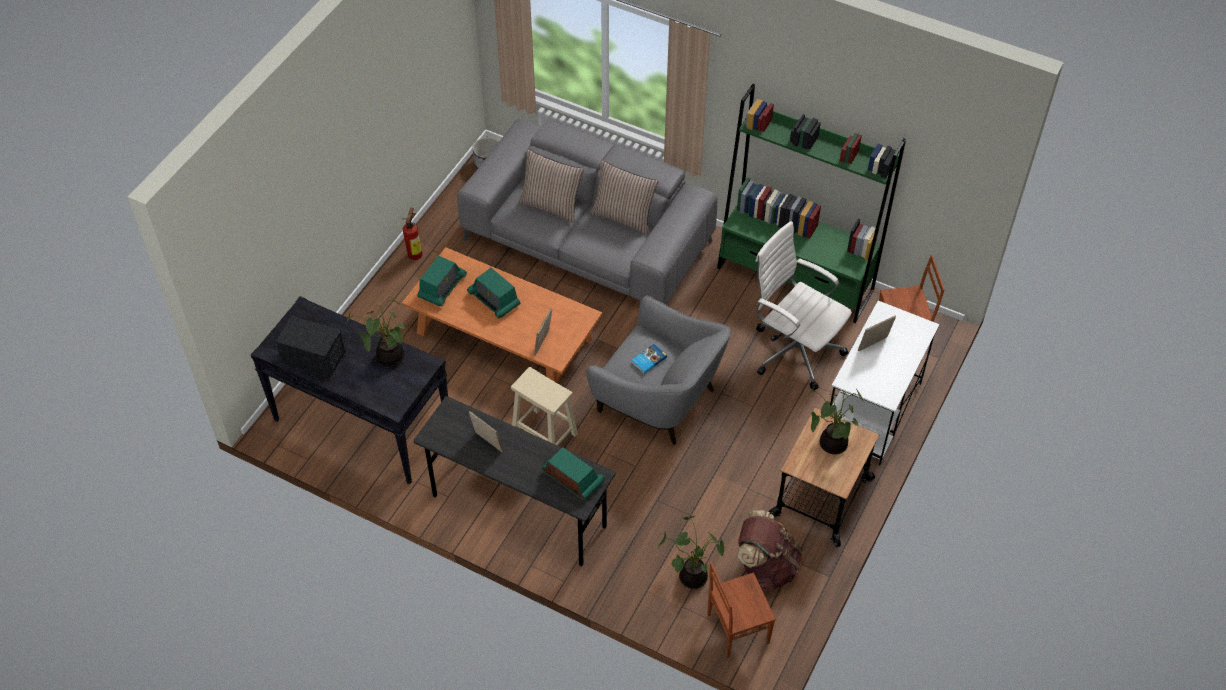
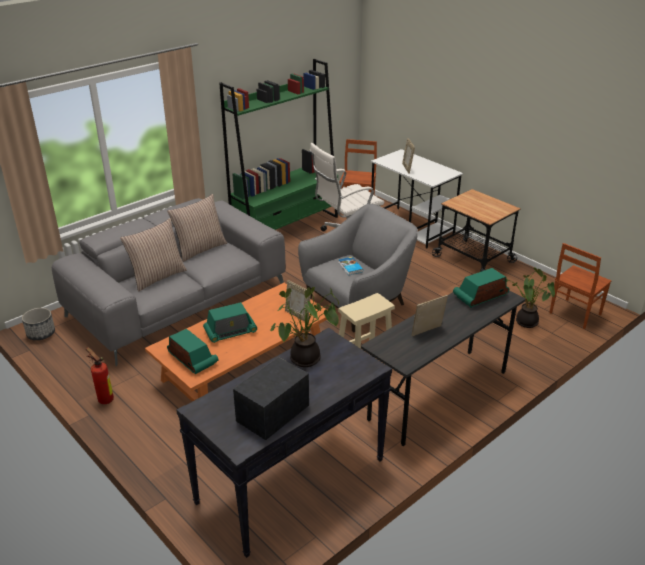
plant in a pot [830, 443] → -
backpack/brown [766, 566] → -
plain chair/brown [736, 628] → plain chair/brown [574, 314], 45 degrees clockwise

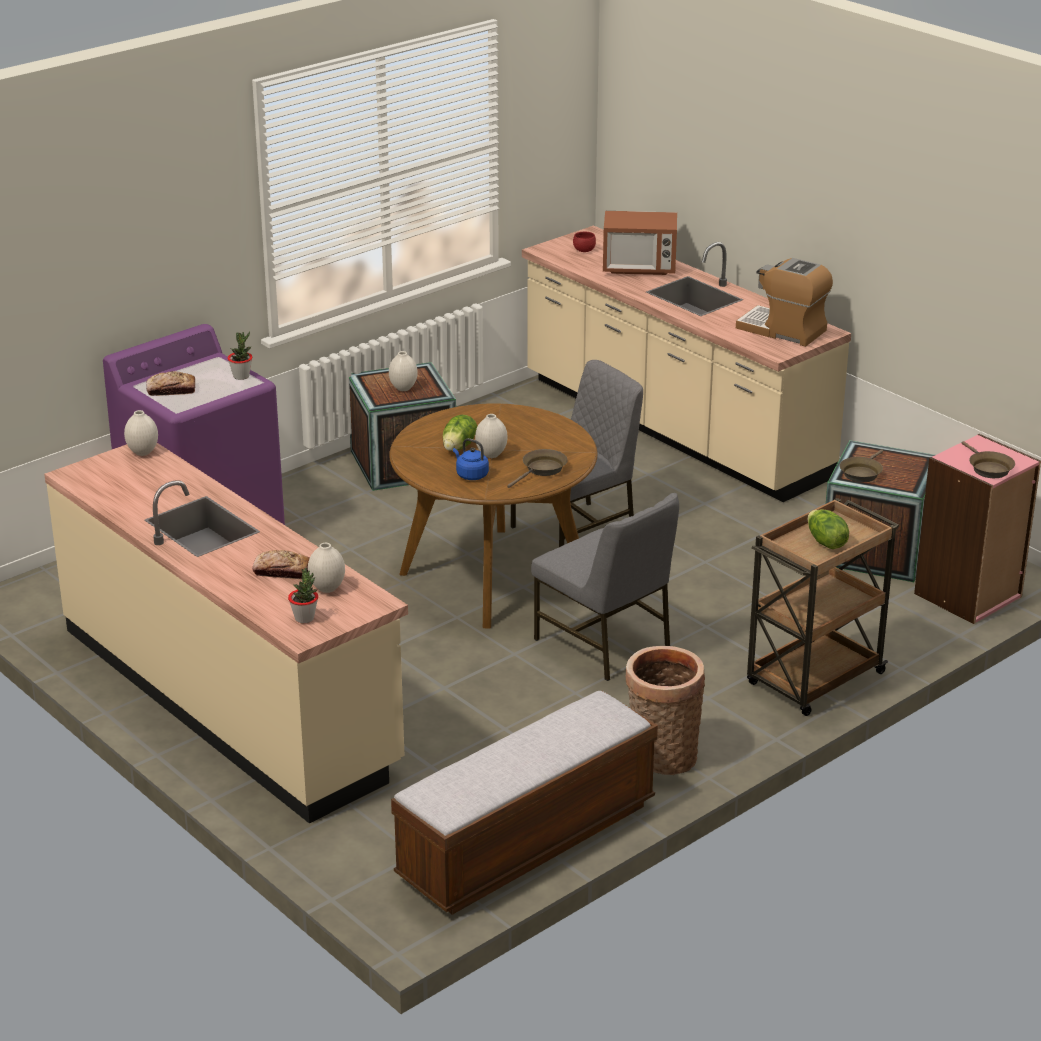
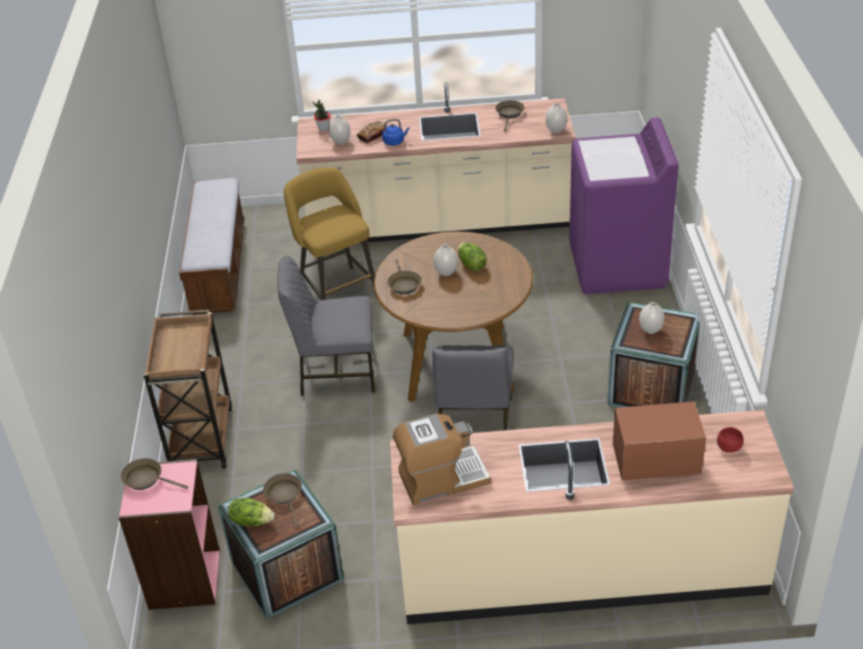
kitchen microwave [639, 268] → kitchen microwave [655, 462], 45 degrees clockwise
plant in a pot [241, 376] → -
bakery bread [171, 390] → -
tea kettle/bluish [470, 475] → tea kettle/bluish [395, 142], move
lettuce [825, 542] → lettuce [251, 521], move
basket [661, 757] → -
- → pan/brown [509, 114]
- → stool/yellowish [336, 289]

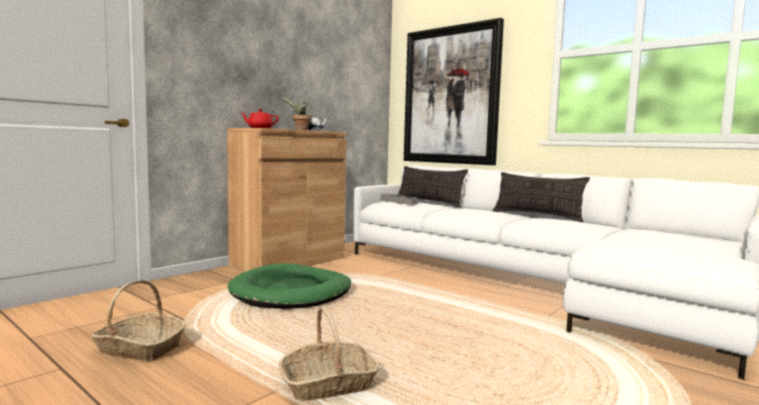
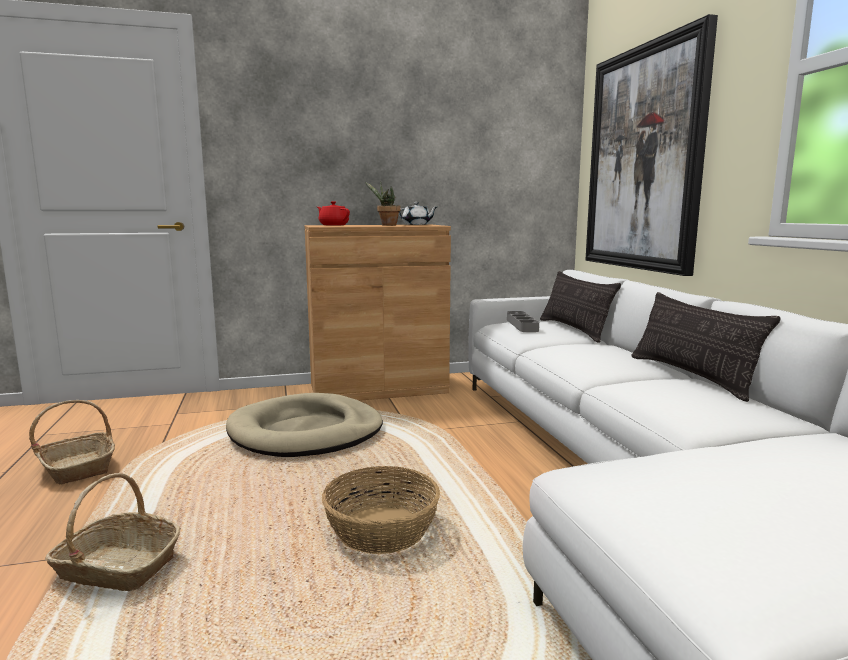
dog cushion/greenish [292, 292] → dog cushion/beige [306, 432]
- → basket [382, 530]

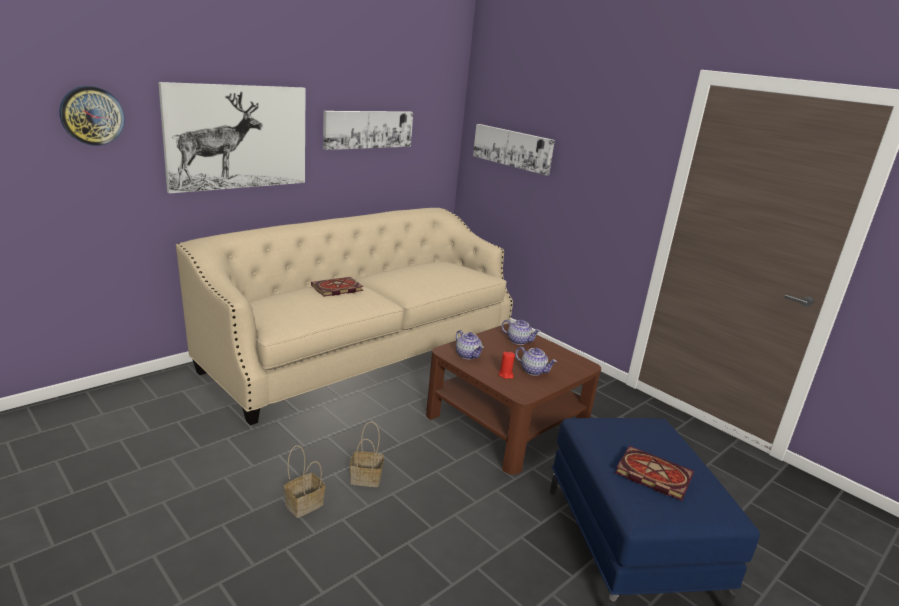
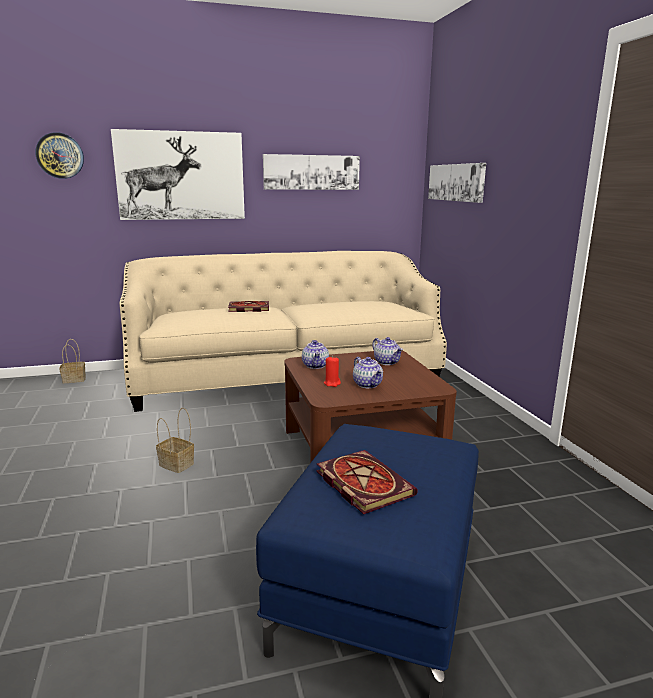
basket [305, 504] → basket [75, 379], move

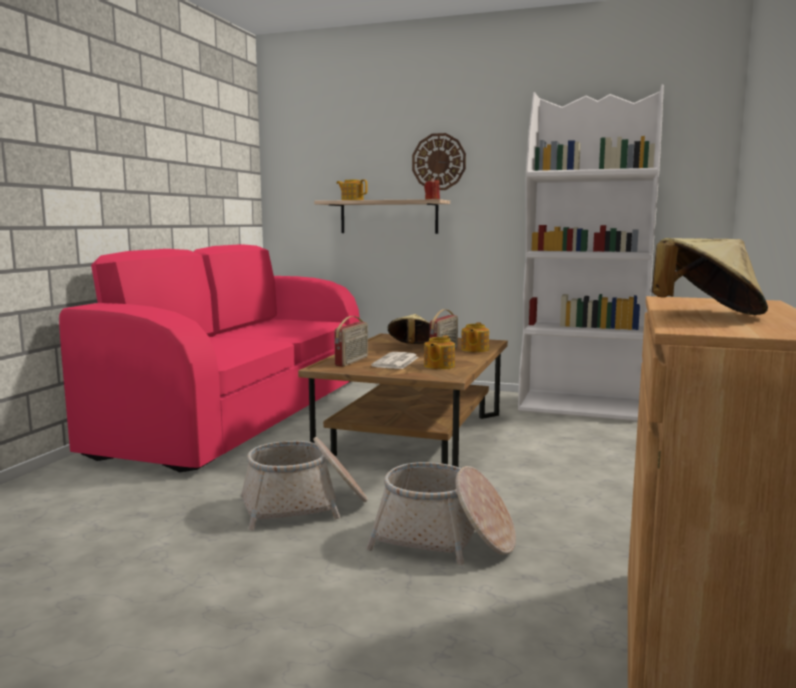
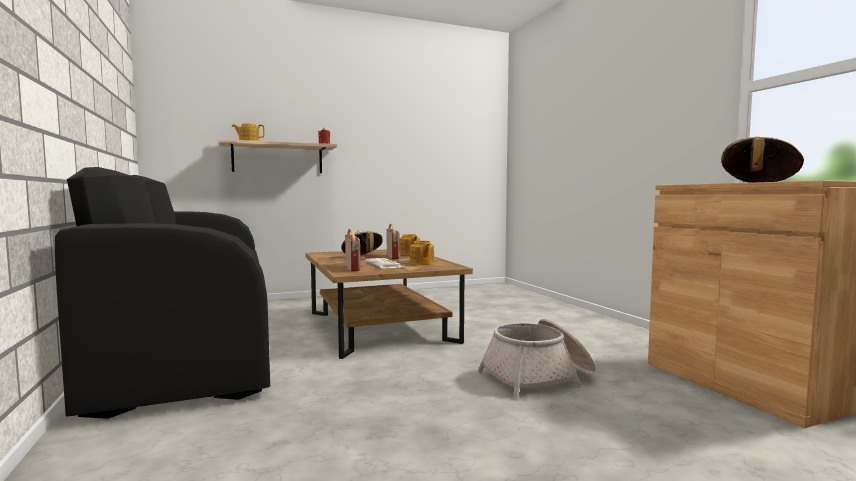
shelving unit/white [581, 407] → -
wall clock [438, 162] → -
settee/pink [244, 412] → settee/black [195, 341]
basket [304, 506] → -

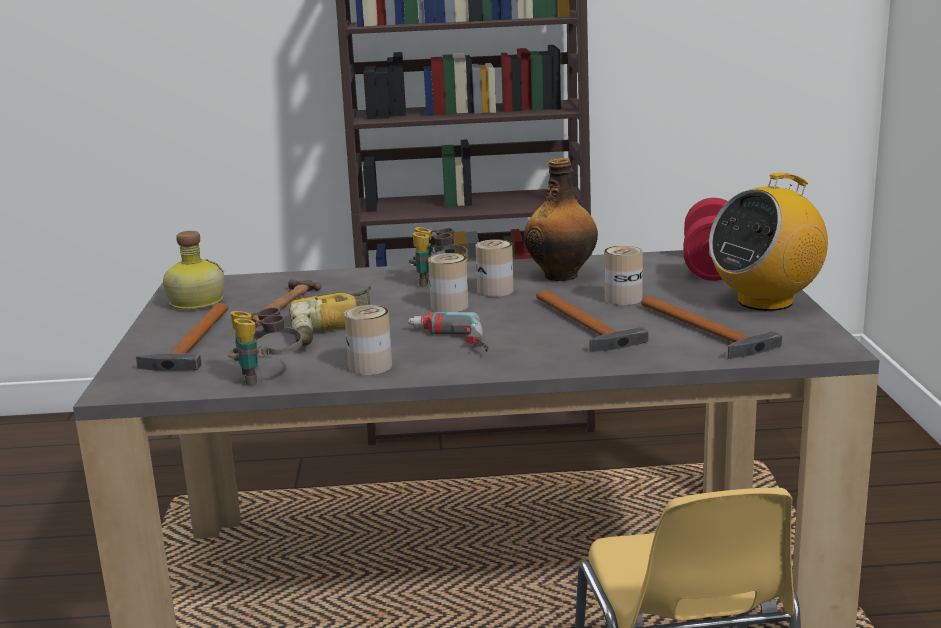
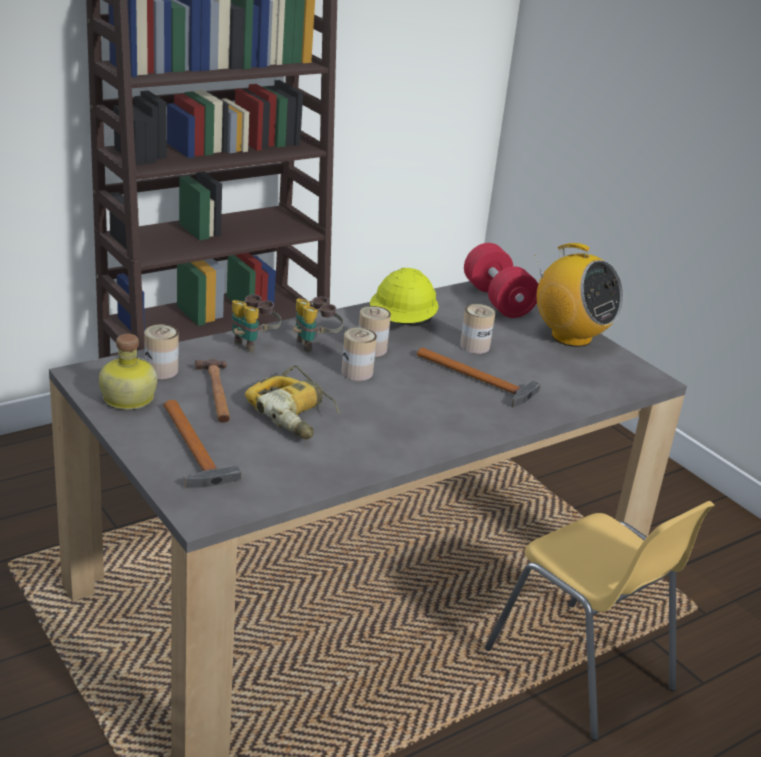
drink bottle [562, 275] → hard hat/yellowish [402, 324]
radio set [765, 301] → radio set [570, 337], 75 degrees counterclockwise
hand hammer [705, 331] → -
can [370, 366] → can [161, 371], move
field glasses [268, 377] → field glasses [253, 343], move
electric drill [447, 342] → -

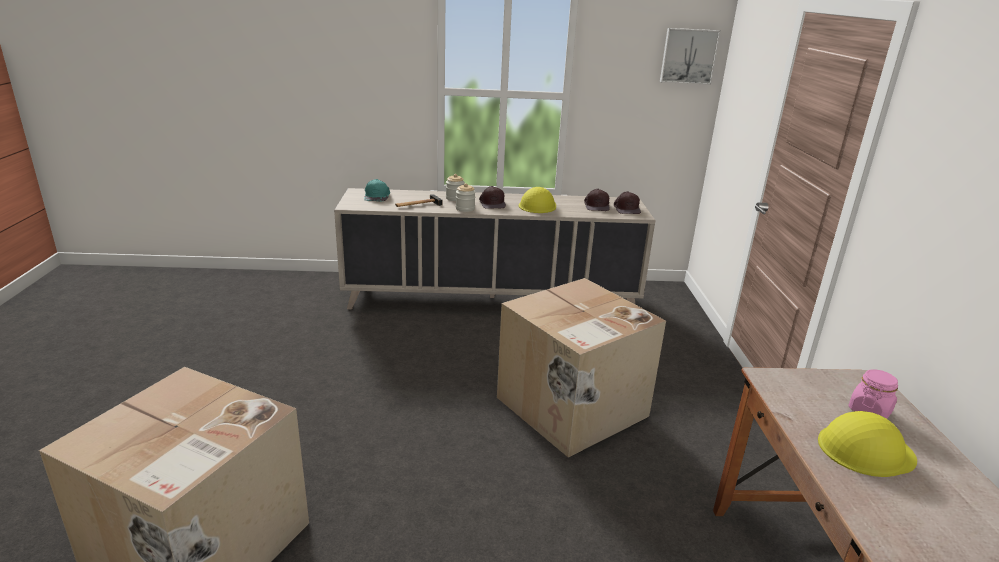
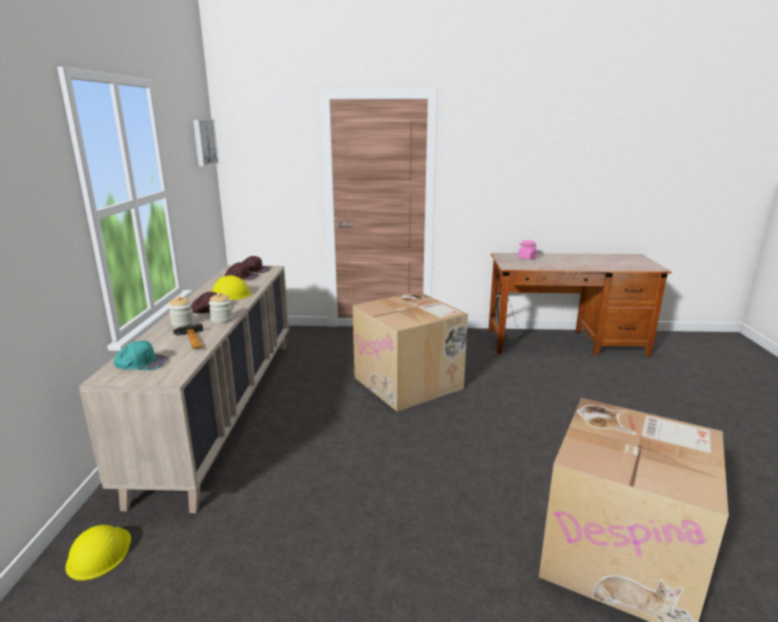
hard hat/yellowish [865, 449] → hard hat/yellowish [99, 553], move

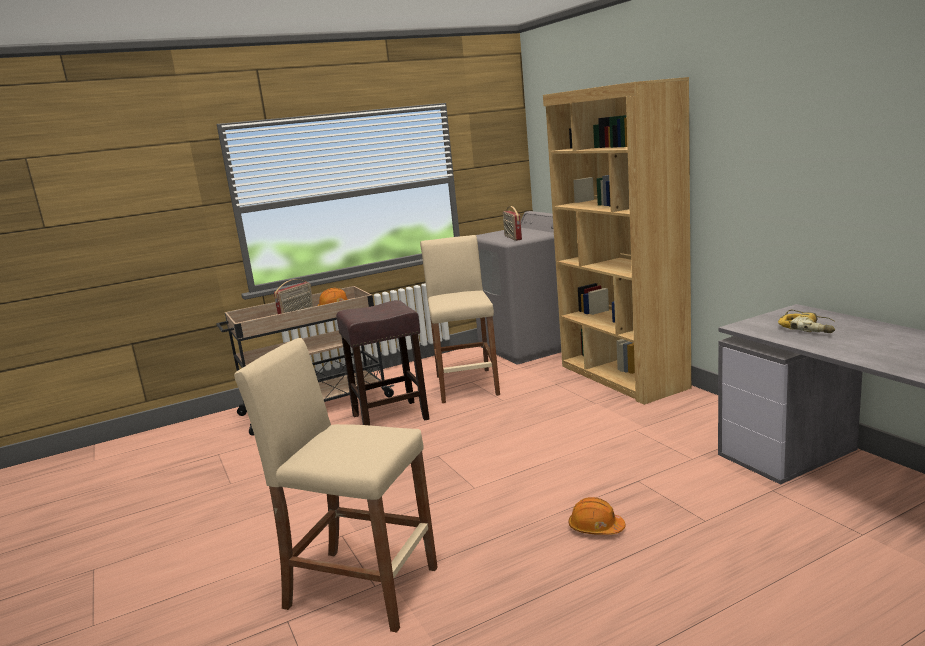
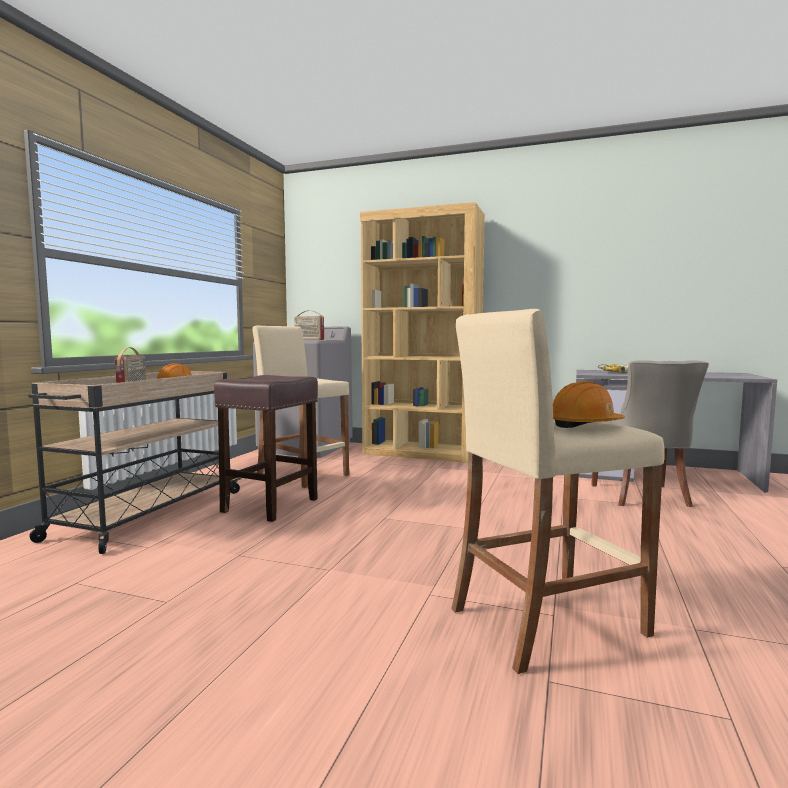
hard hat/orangey [595, 528] → hard hat/orangey [584, 425], move
- → plain chair/grey [641, 496]

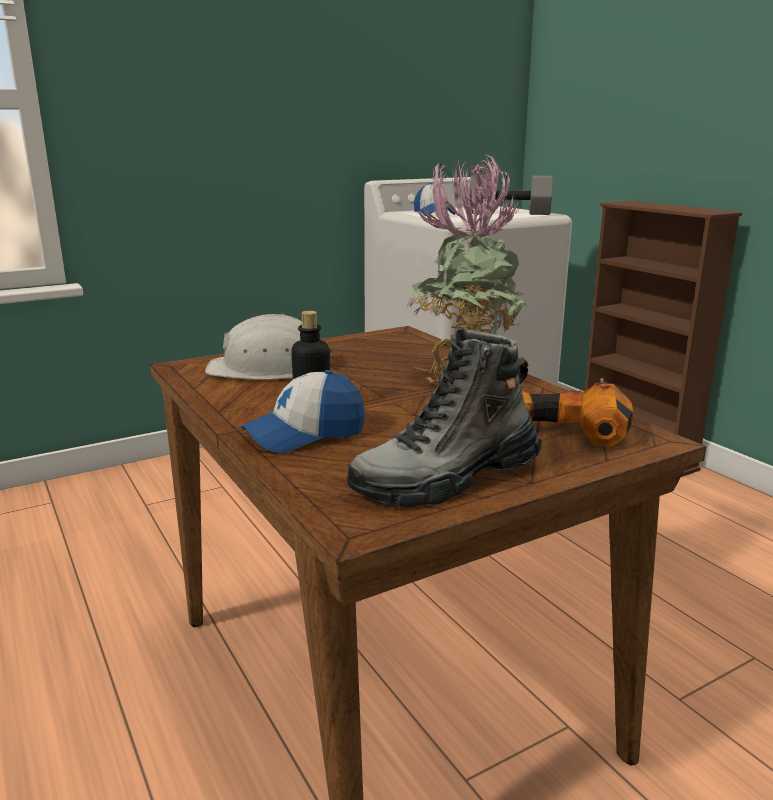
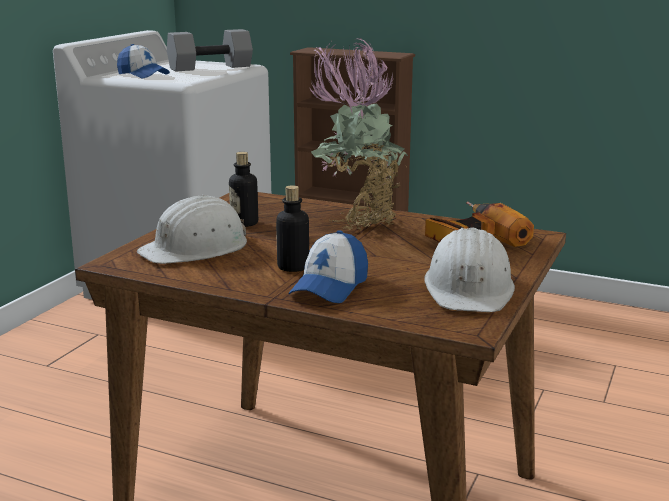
tall boot [447, 478] → hard hat/white [469, 288]
- → drink bottle [244, 223]

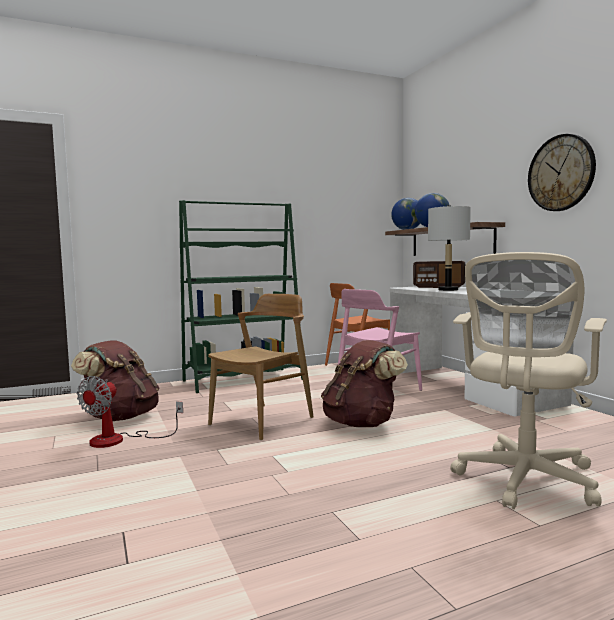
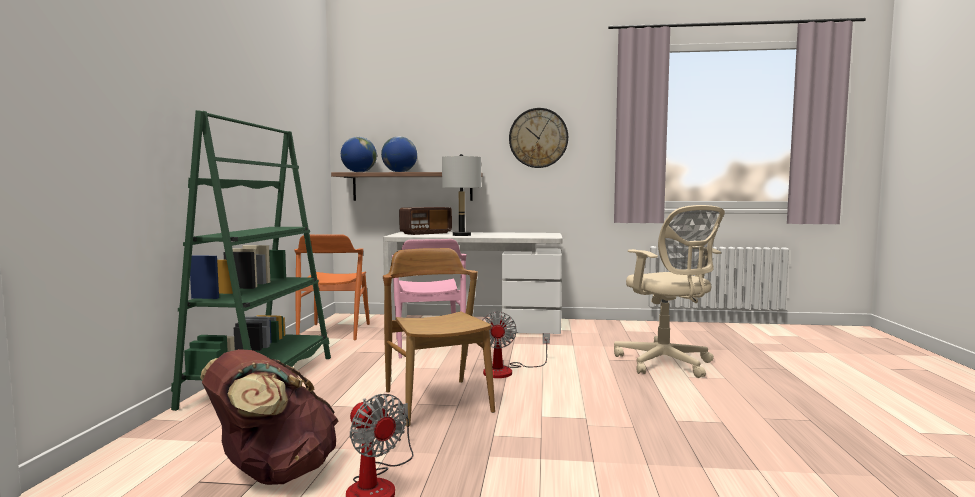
backpack/brown [362, 423] → electric fan [506, 371]

